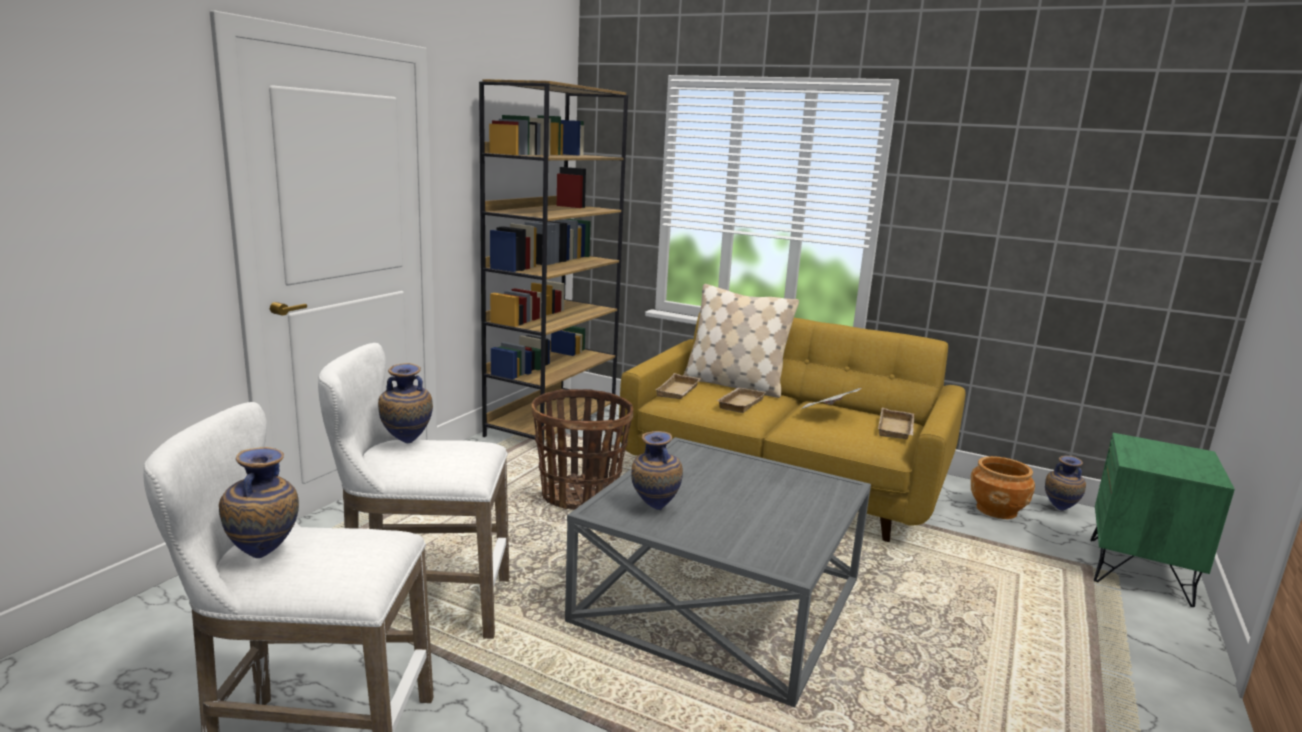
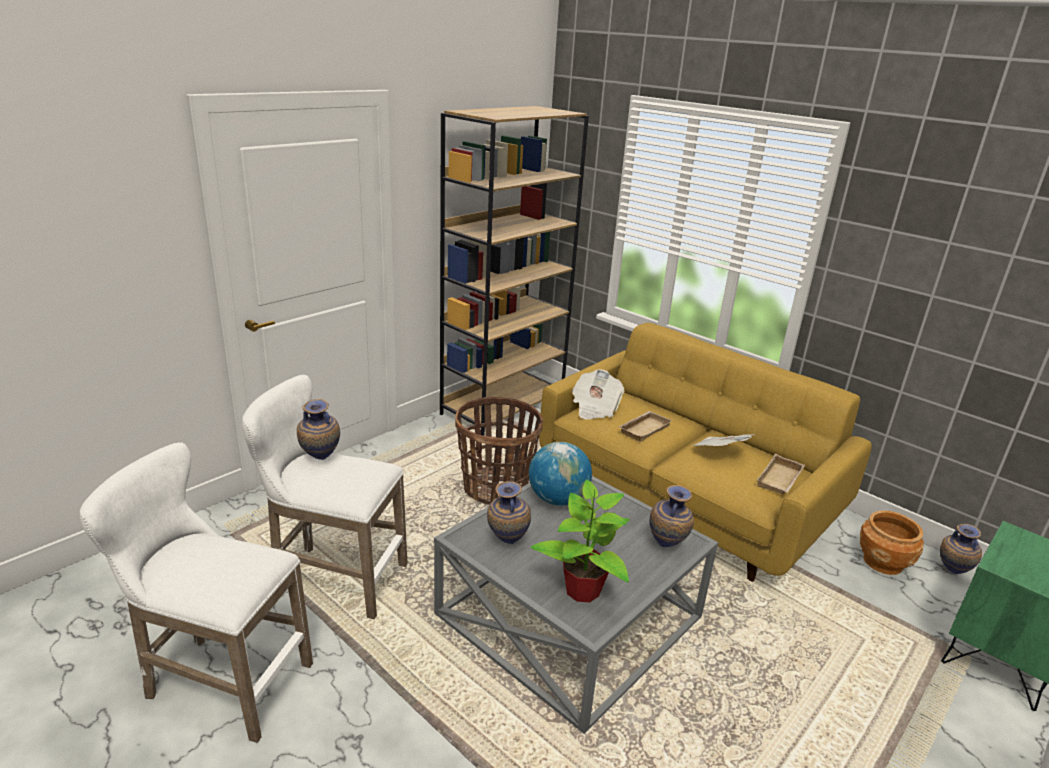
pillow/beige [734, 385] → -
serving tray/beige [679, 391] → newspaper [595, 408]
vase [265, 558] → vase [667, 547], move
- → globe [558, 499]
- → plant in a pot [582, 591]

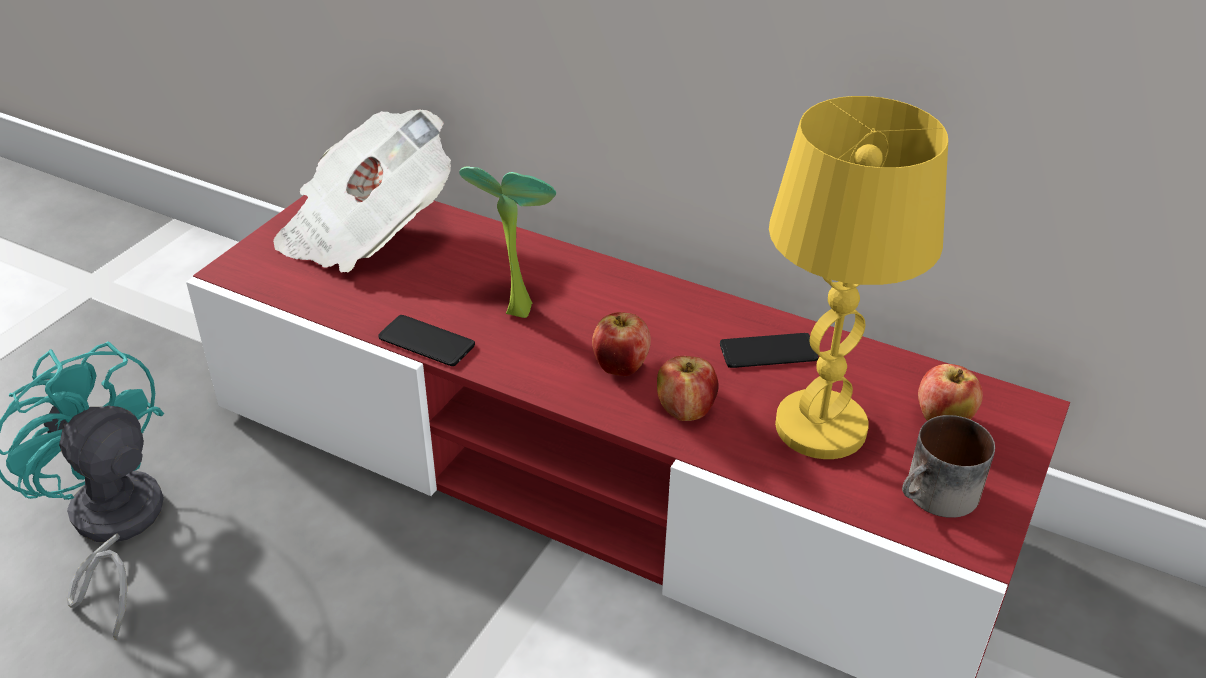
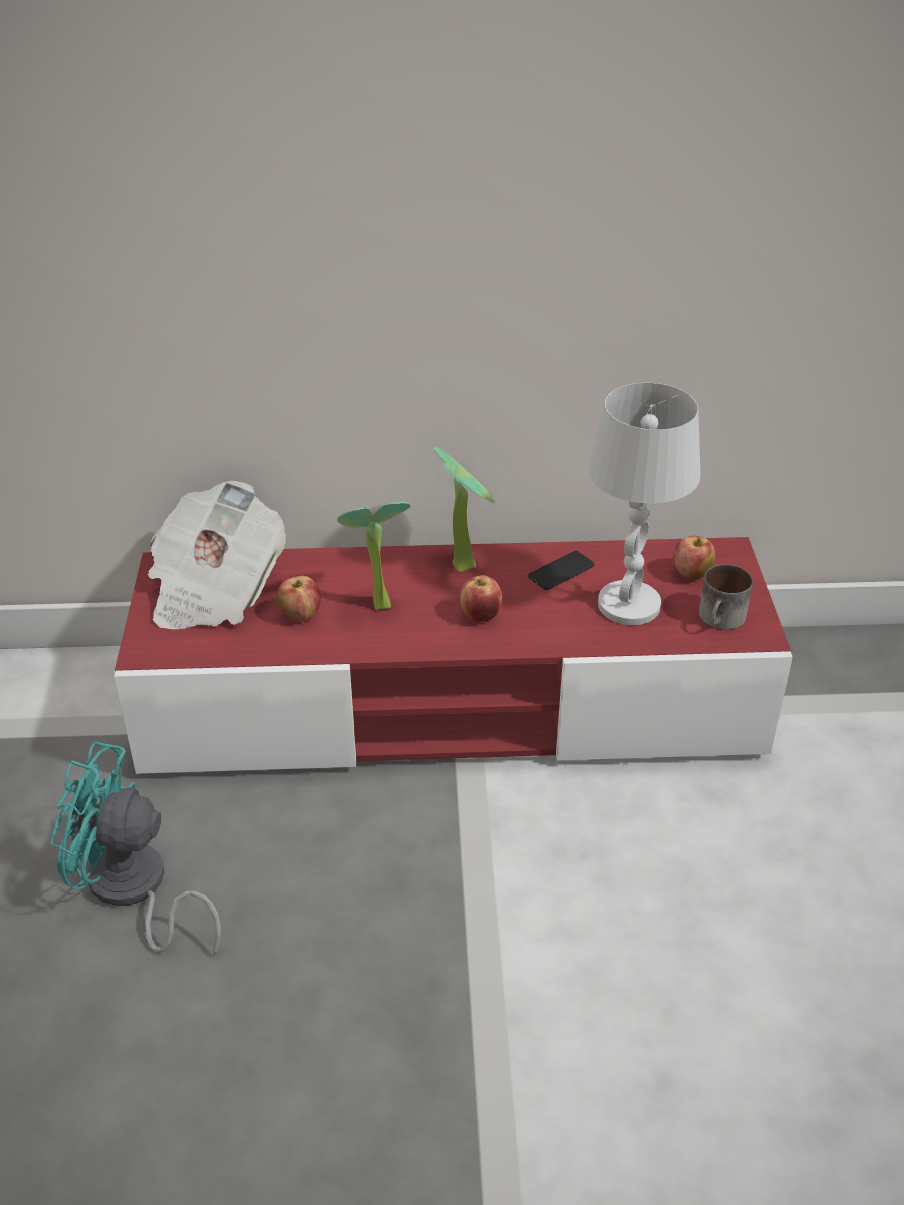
table lamp/yellowish [821, 426] → table lamp/white [628, 604]
phone [426, 341] → -
apple [685, 411] → apple [300, 615], move
- → plant in a pot [465, 563]

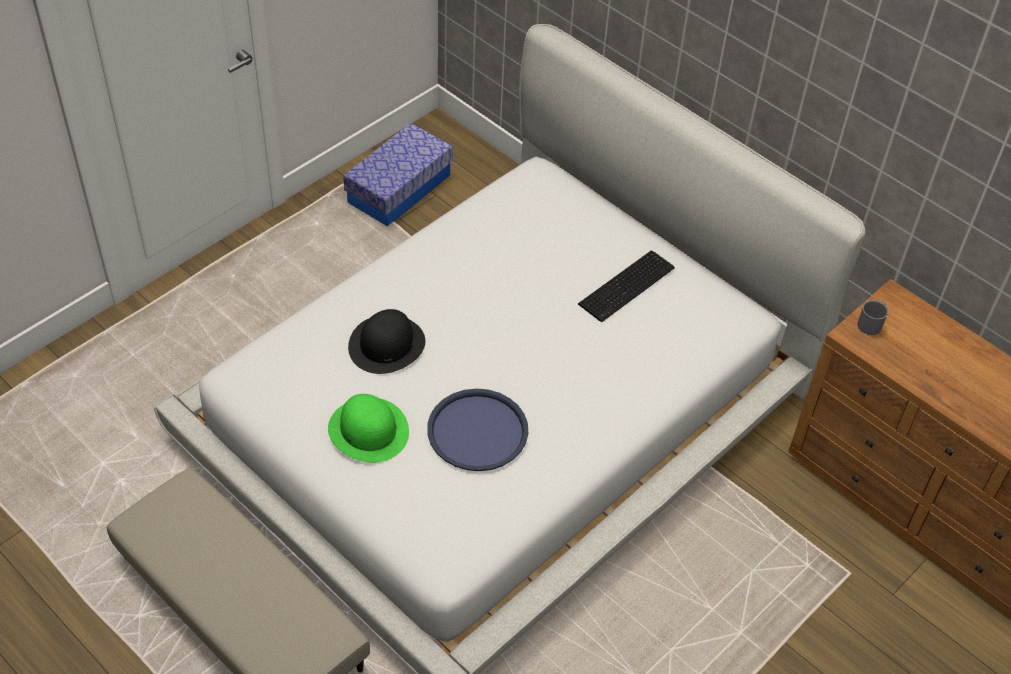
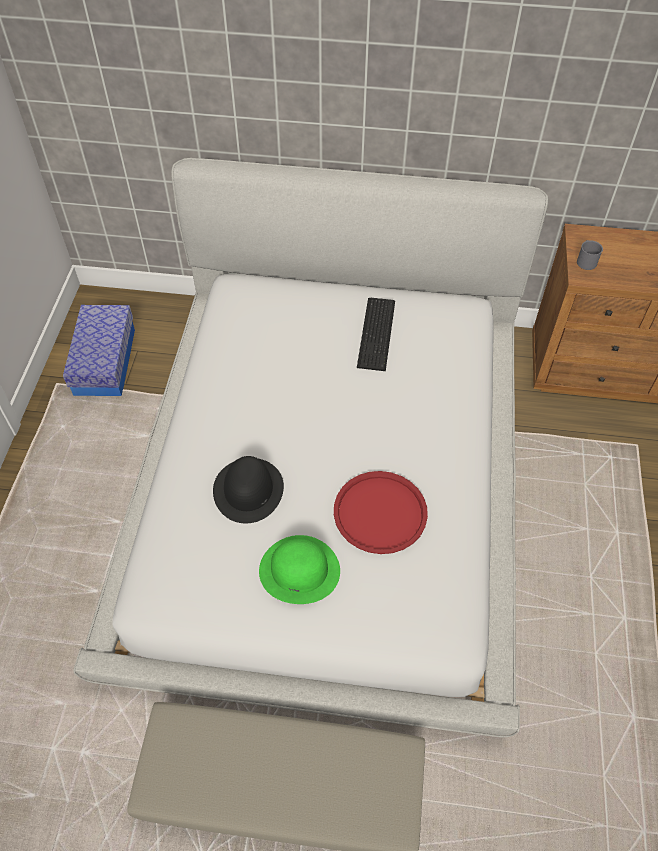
serving tray/bluish [477, 431] → serving tray/red [380, 513]

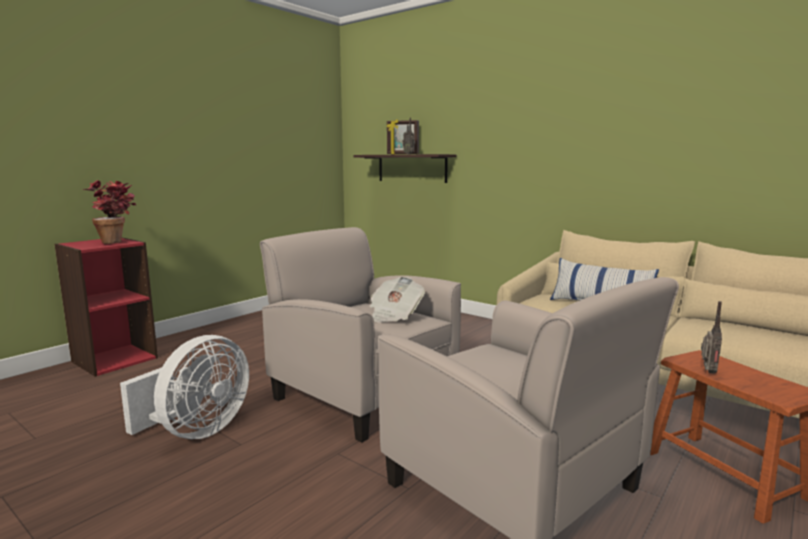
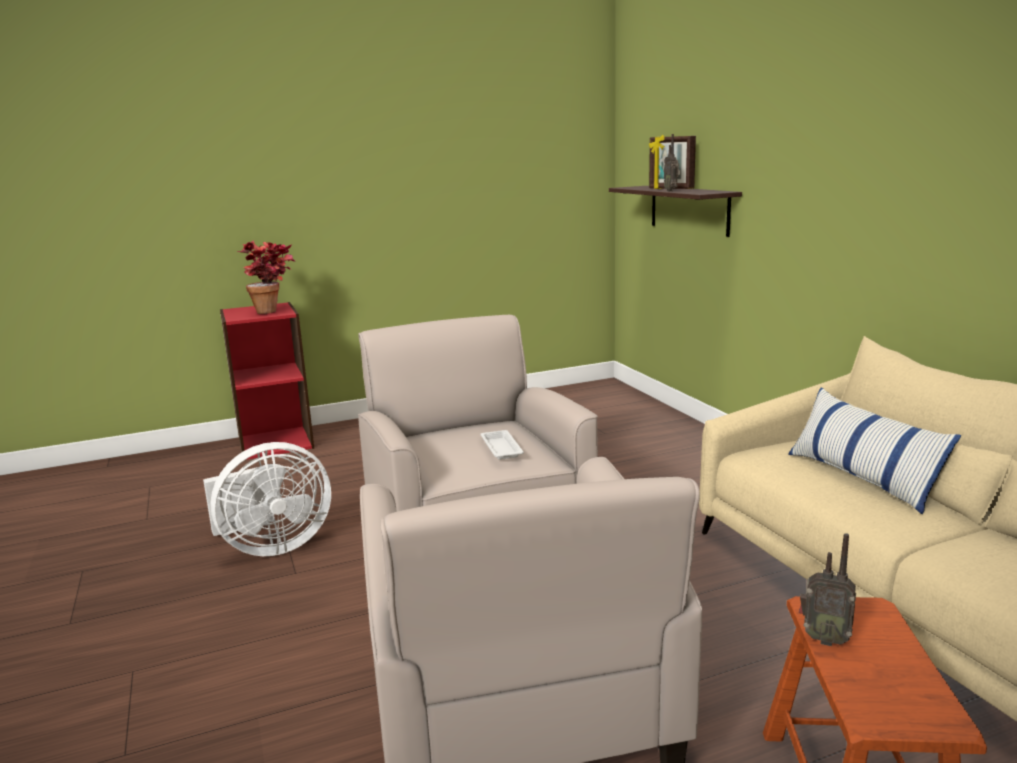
newspaper [394, 315] → serving tray/white [501, 448]
radio set [707, 372] → radio set [823, 638], 60 degrees clockwise

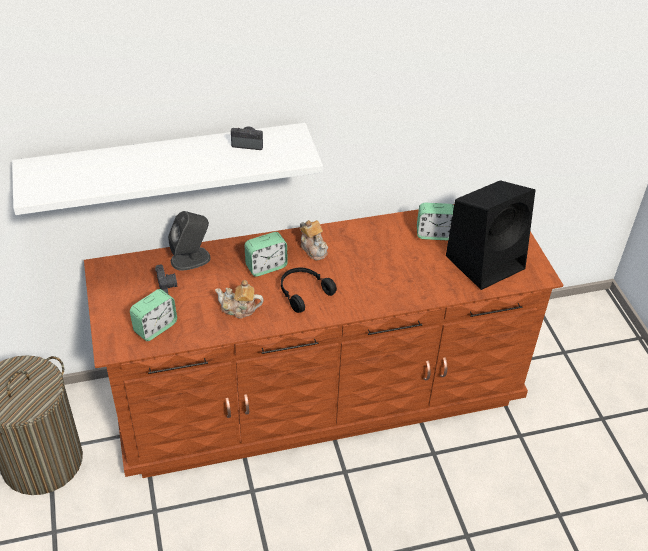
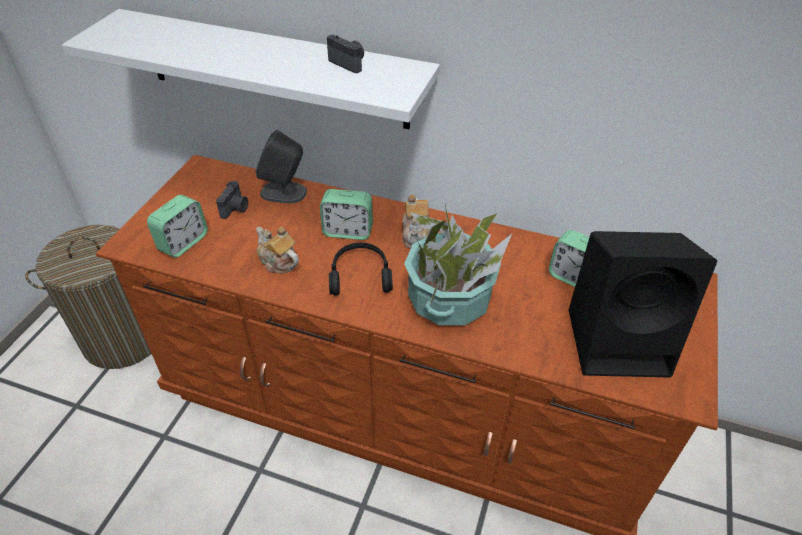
table clock [155, 327] → table clock [183, 242], 45 degrees counterclockwise
- → plant in a pot [449, 299]

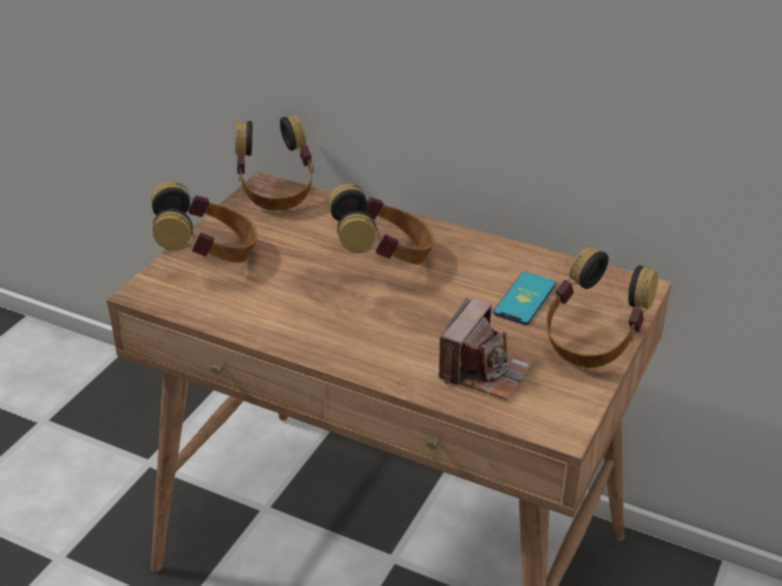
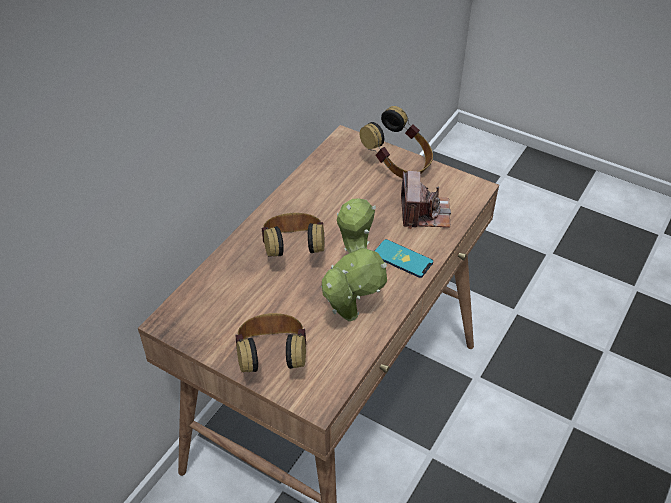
pair of headphones [276, 192] → -
phone [524, 299] → phone [402, 259], move
photo camera [484, 370] → photo camera [424, 213], 60 degrees clockwise
- → plant in a pot [350, 310]

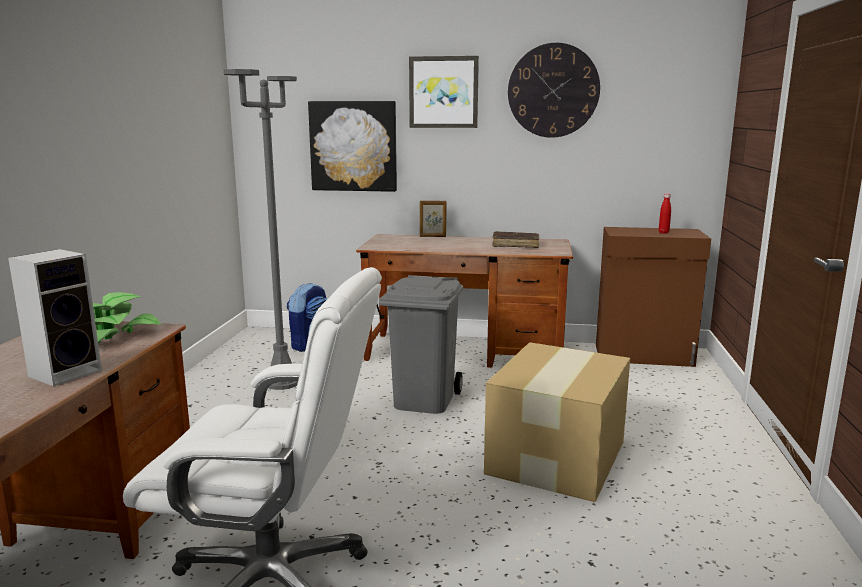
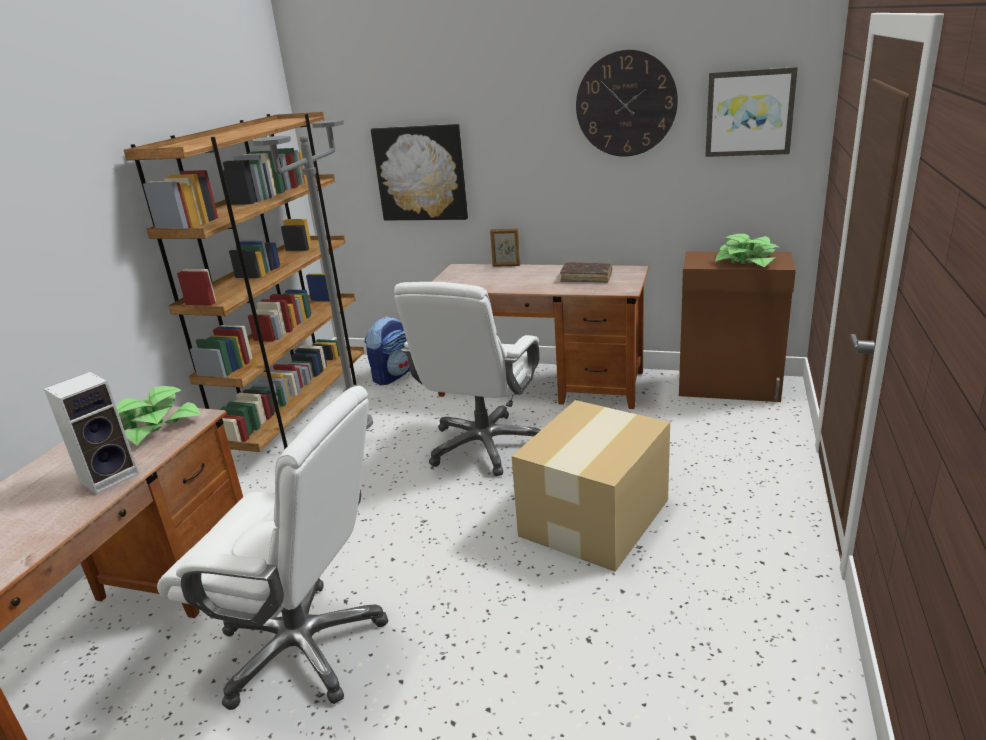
wall picture [443, 92] → wall picture [749, 113], move
drink bottle/red [663, 232] → plant in a pot [746, 261]
rubbish bin/grey [422, 400] → computer chair/white [483, 446]
- → shelving unit/brown [299, 413]

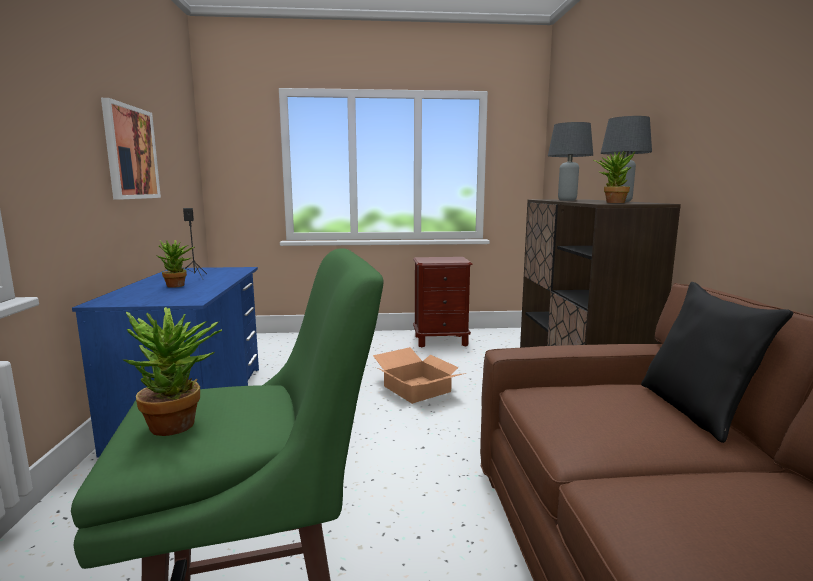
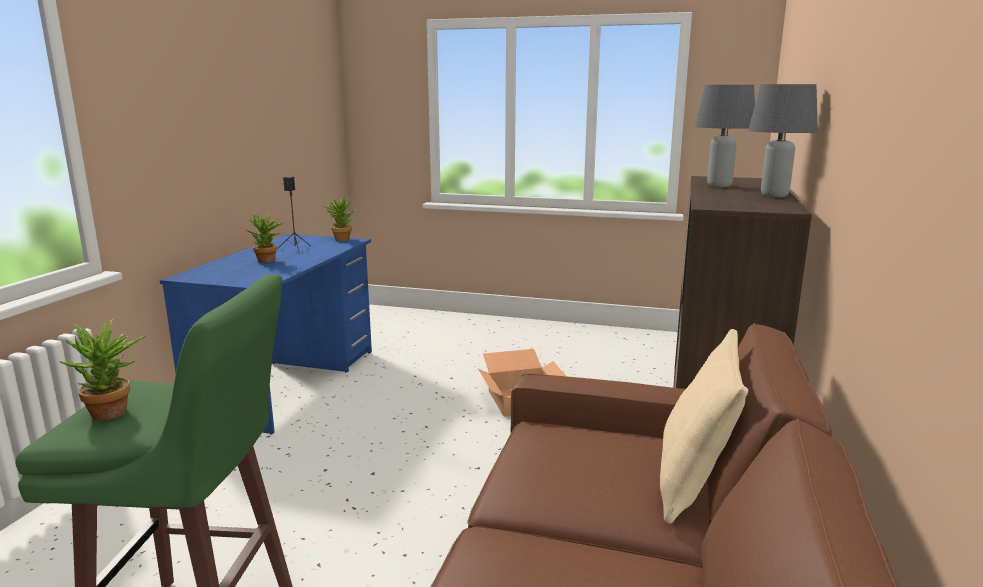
wall picture [130, 153] → -
plant in a pot [611, 202] → plant in a pot [340, 238], move
nightstand/brown [441, 341] → -
pillow/black [696, 410] → pillow/beige [694, 484]

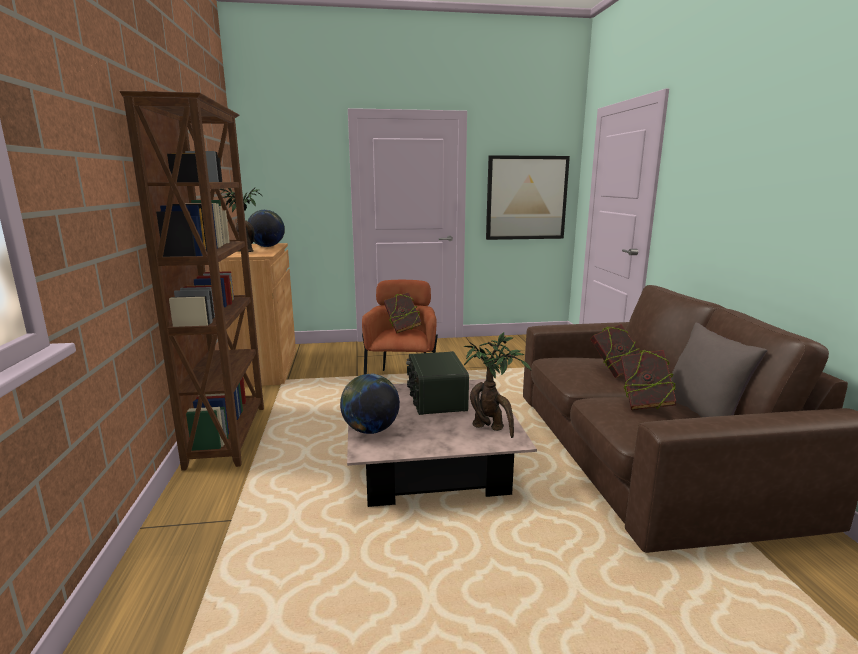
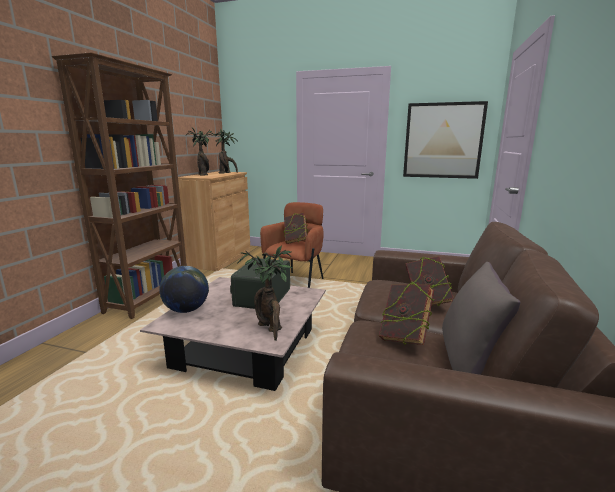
globe [267, 246] → plant in a pot [226, 173]

